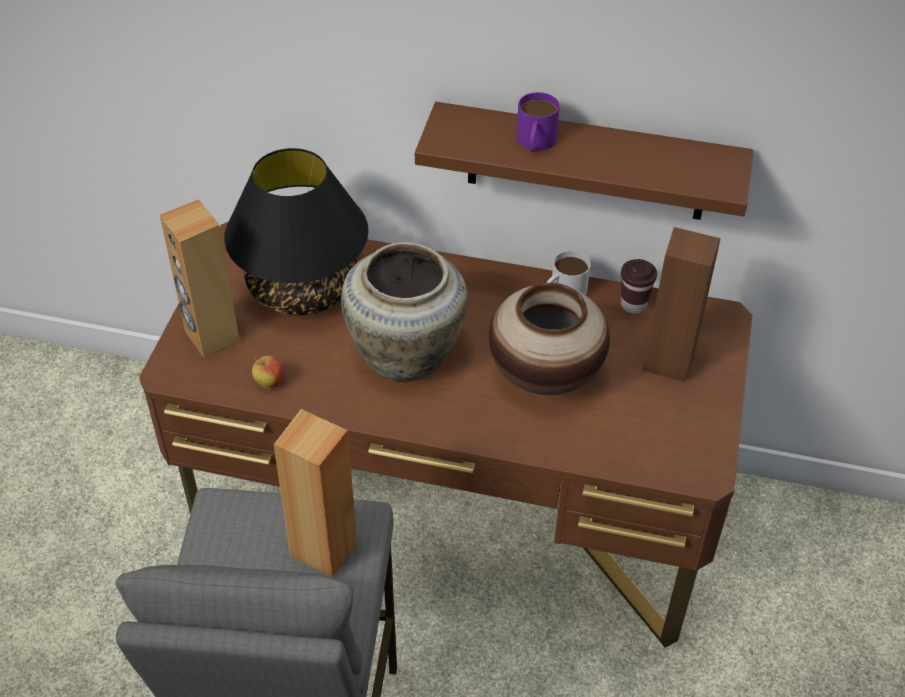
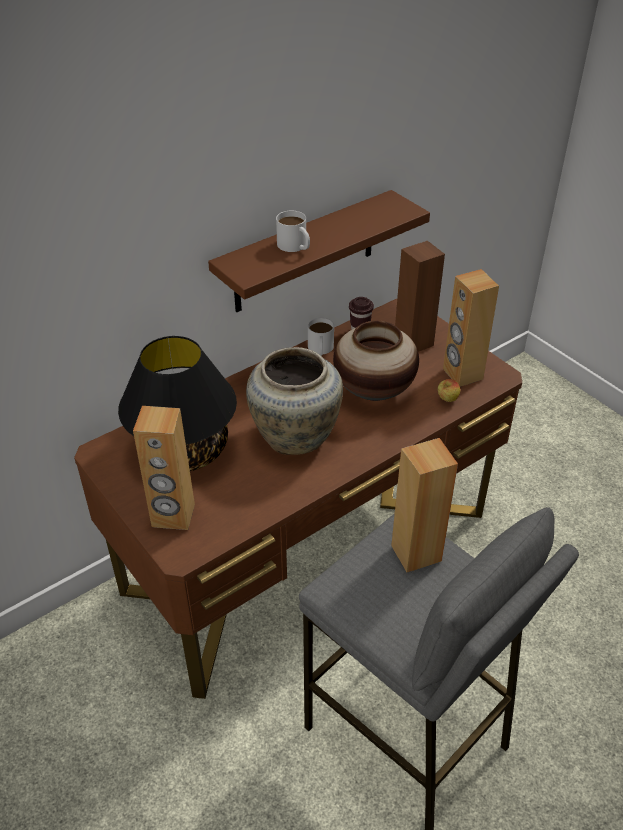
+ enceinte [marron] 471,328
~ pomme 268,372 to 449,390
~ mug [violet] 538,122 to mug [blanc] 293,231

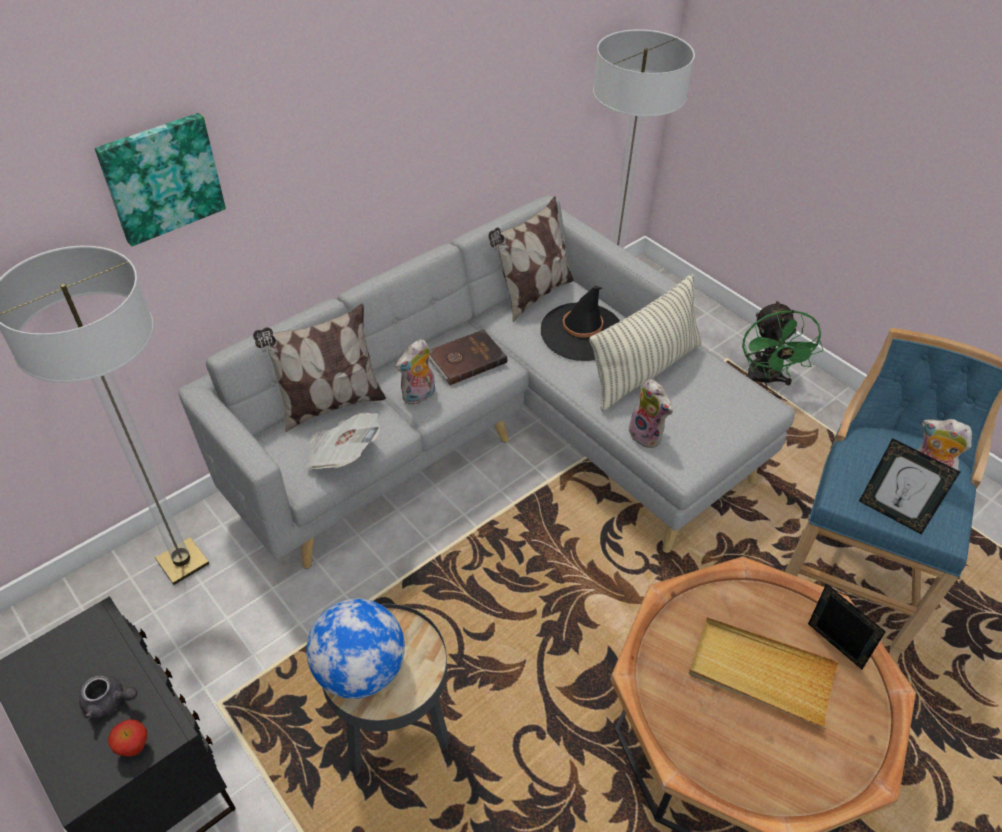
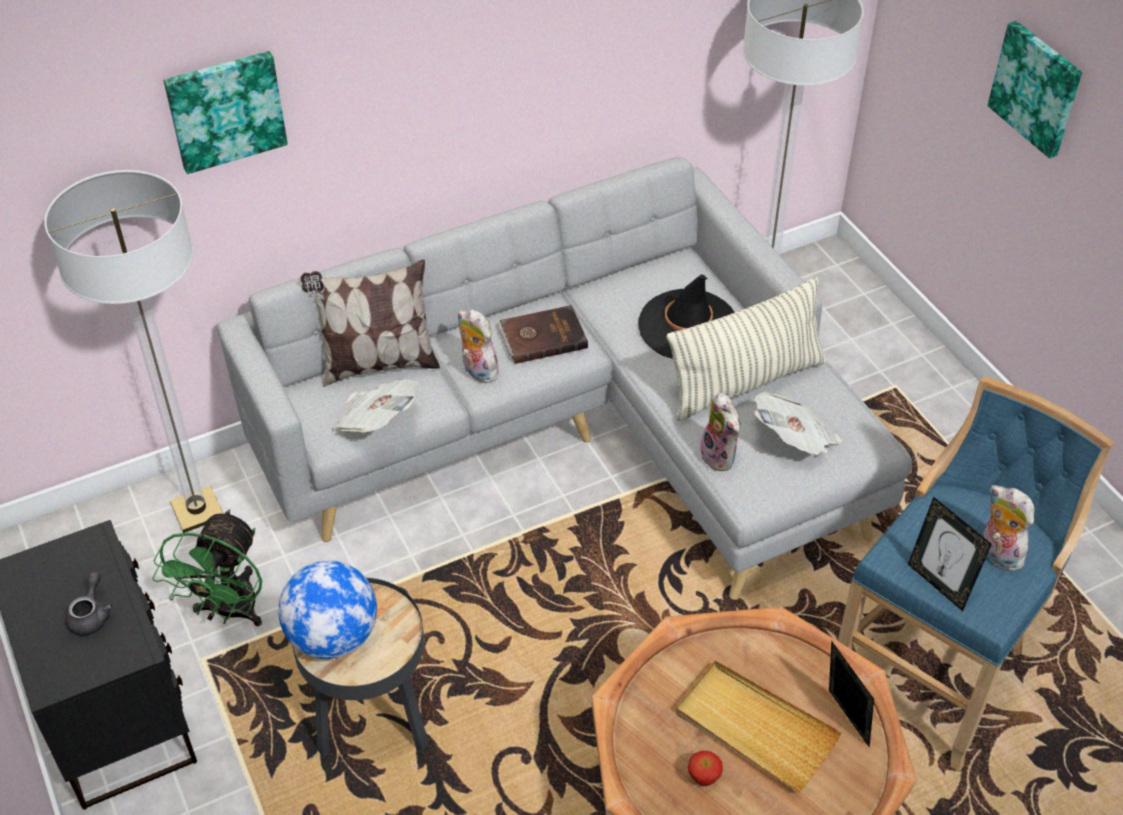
- coussin 531,259
+ journal 798,424
+ tableau 1034,90
~ pomme 127,738 to 705,768
~ ventilateur [vert] 783,344 to 207,568
~ théière [gris] 108,697 = 89,604 105 degrees counterclockwise
~ peluche 415,372 = 480,346 75 degrees clockwise

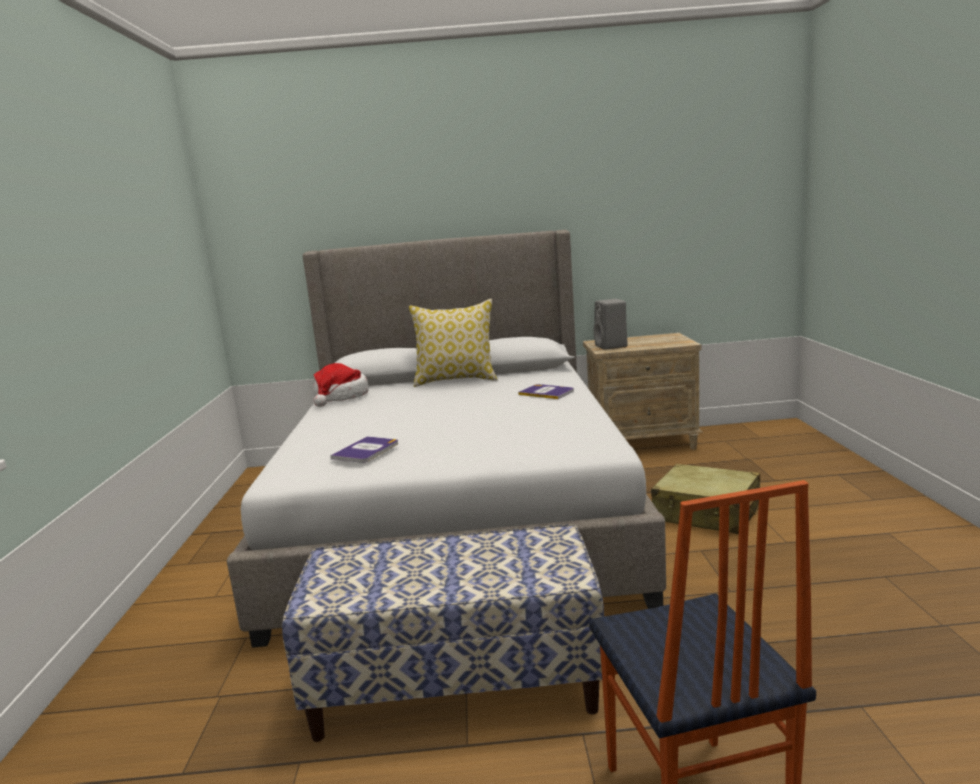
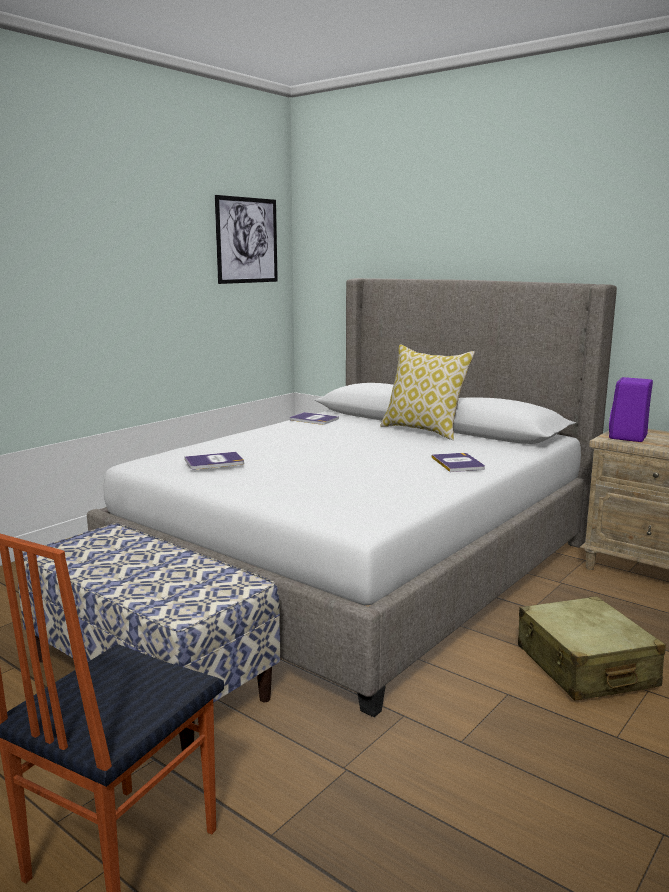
+ tableau 246,239
~ chapeau 341,385 to livre 314,418
~ enceinte [gris] 611,324 to enceinte [violet] 631,409

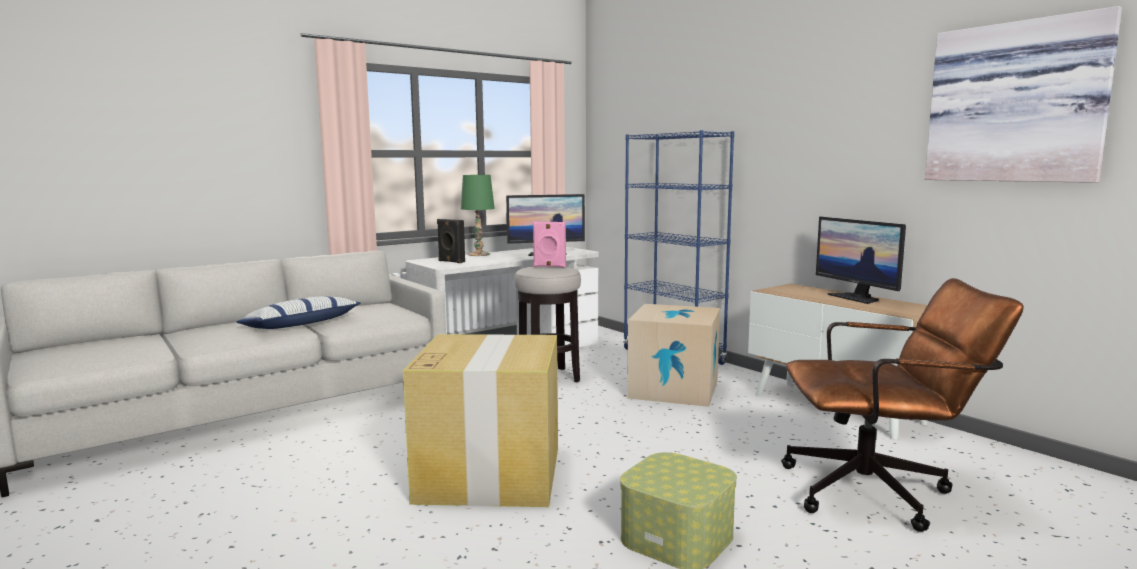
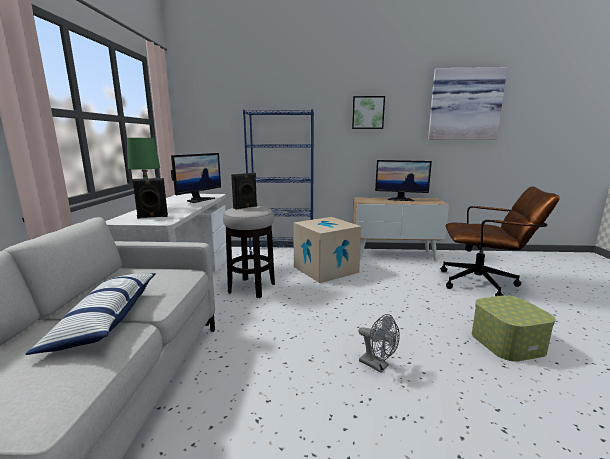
+ tableau 368,112
~ carton 480,420 to ventilateur [gris] 379,343
~ enceinte [rose] 549,244 to enceinte [noir] 244,191
~ chaise de bureau [marron] 902,405 = 500,241 60 degrees clockwise

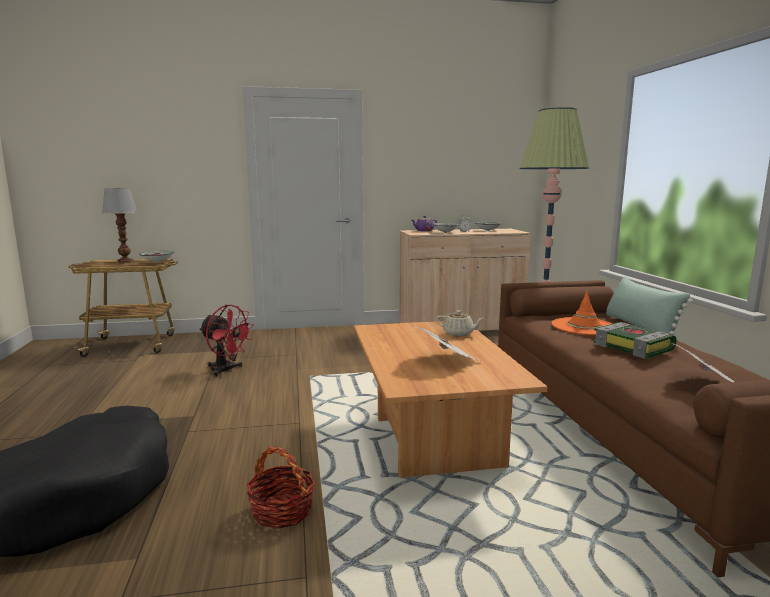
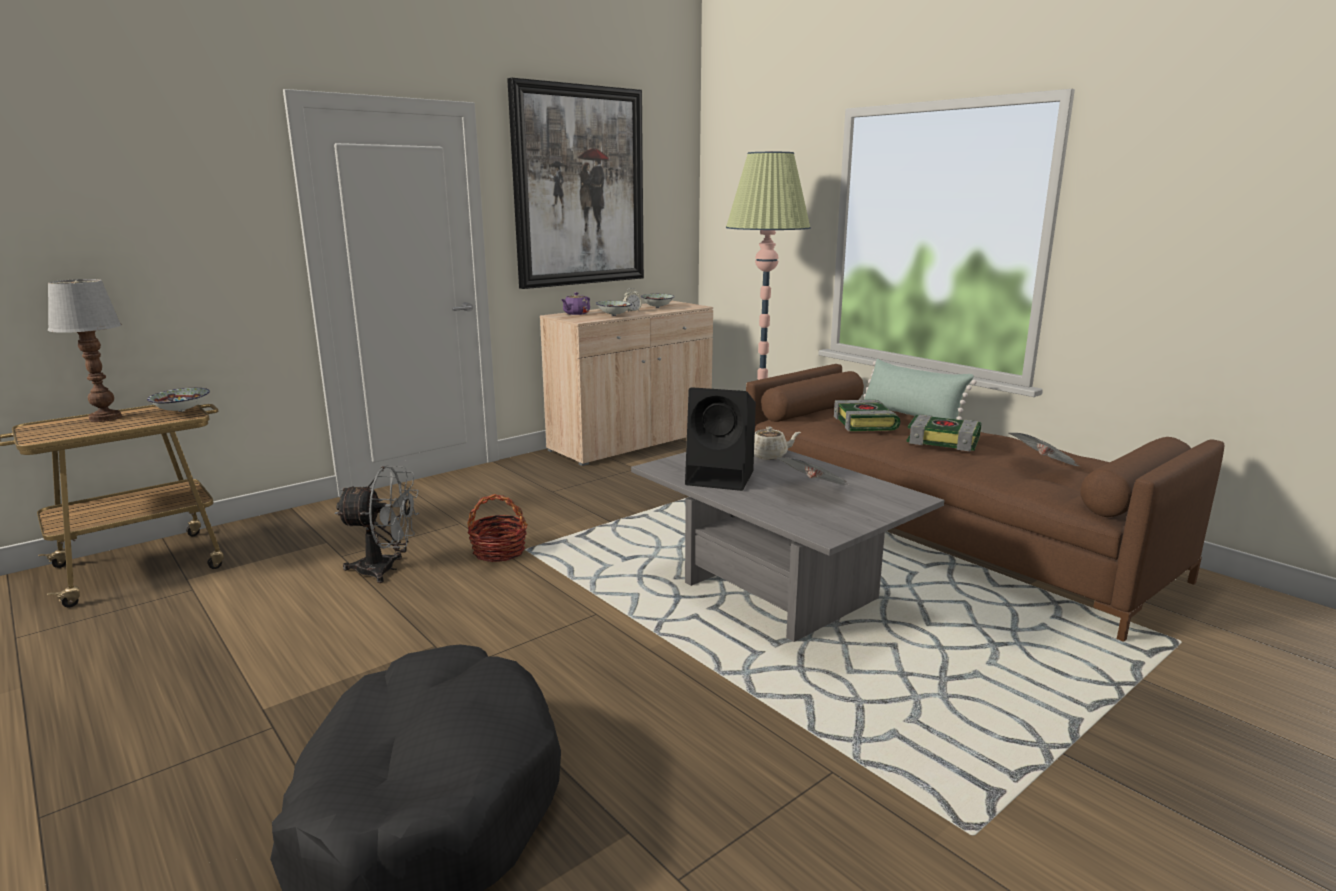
+ tableau 575,183
+ enceinte [noir] 720,439
~ panier 281,487 to 498,528
~ chapeau [orange] 582,313 to livre 867,415
~ ventilateur [rouge] 227,341 to ventilateur [gris] 377,524
~ table basse [marron] 450,399 to table basse [gris] 787,546

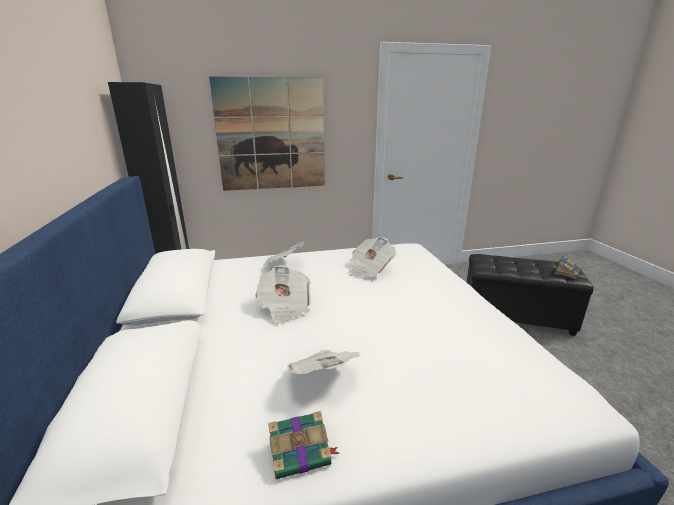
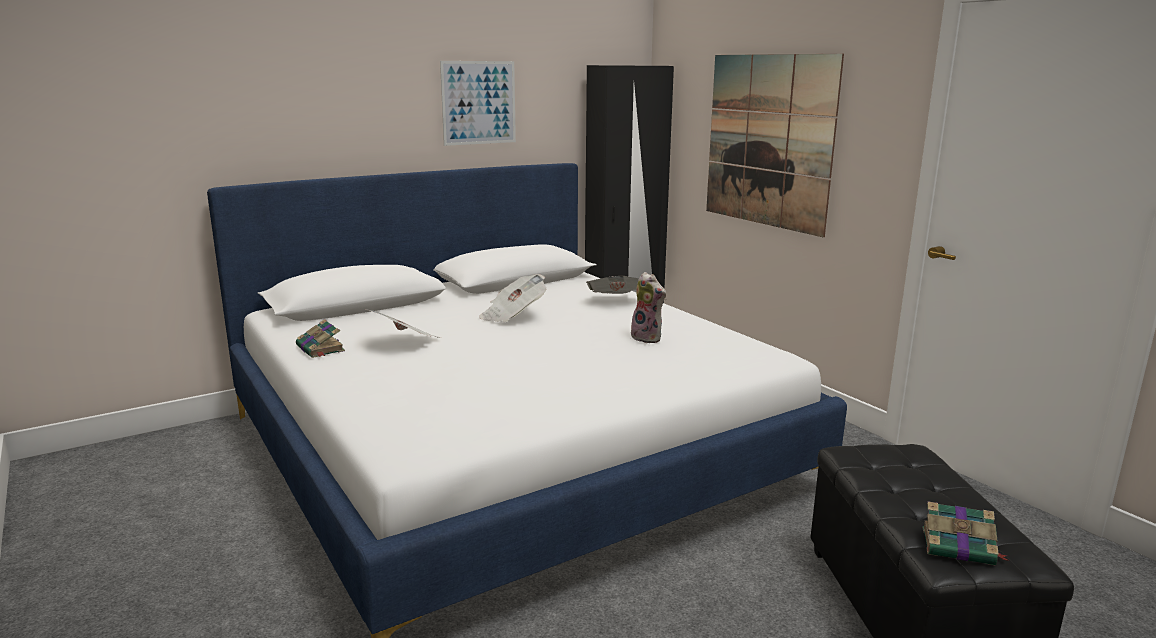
+ tableau 478,103
~ journal 372,257 to peluche 648,307

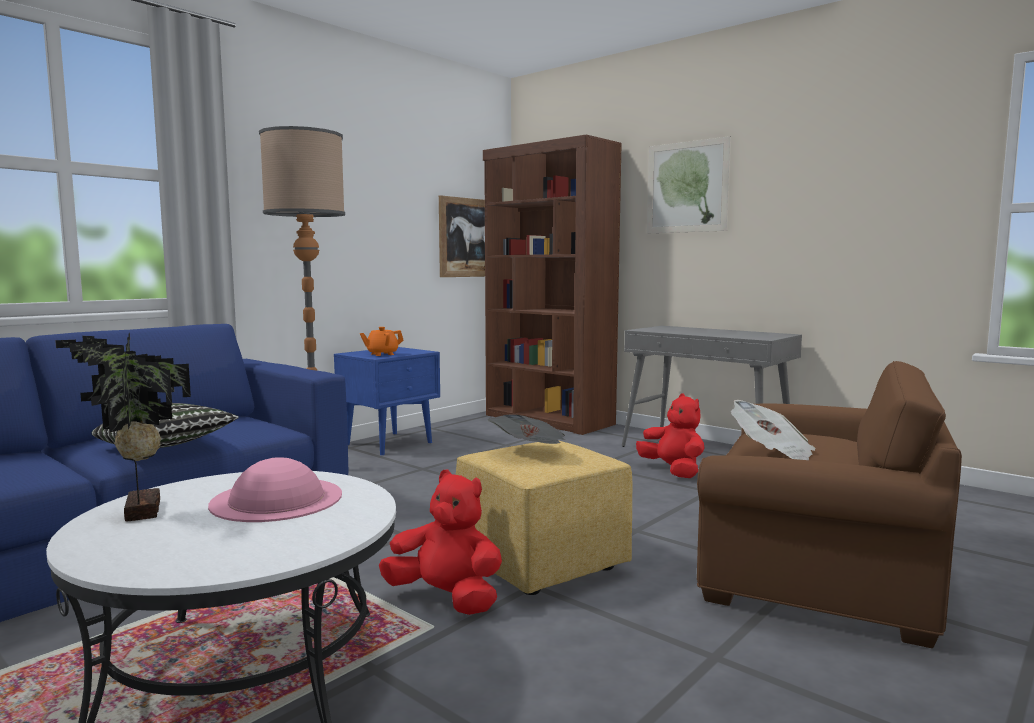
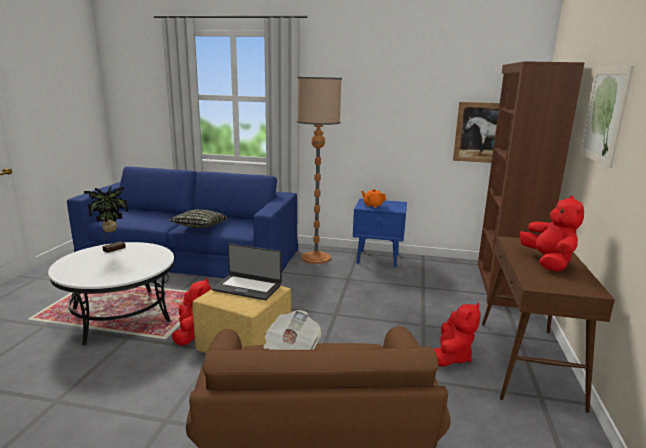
- chapeau [rose] 275,489
+ peluche [rouge] 552,234
~ journal 526,429 to ordinateur portable 247,271
~ table console [gris] 712,386 to table console [marron] 548,324

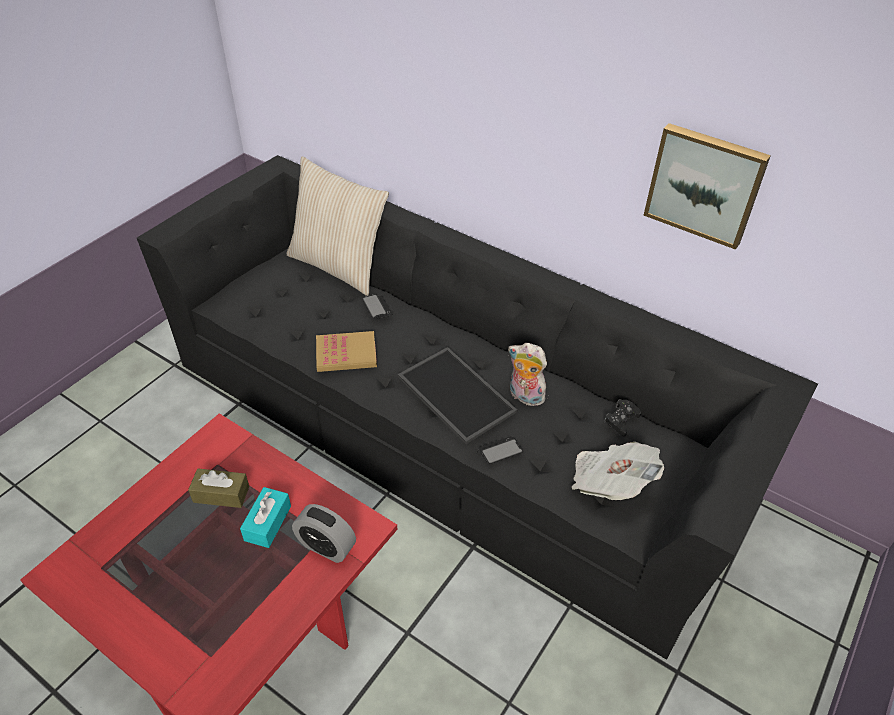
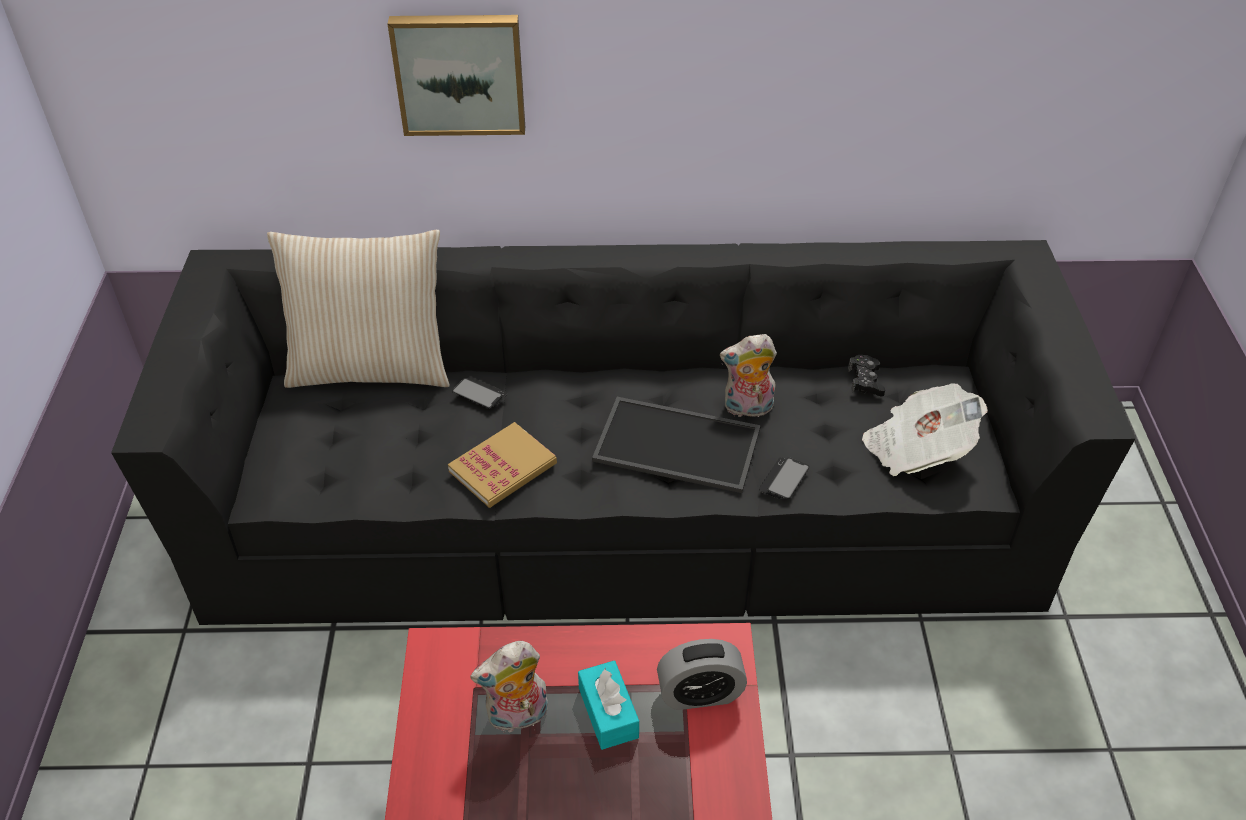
~ tableau 707,186 to 456,75
~ boîte à mouchoirs [marron] 218,488 to peluche 509,686

